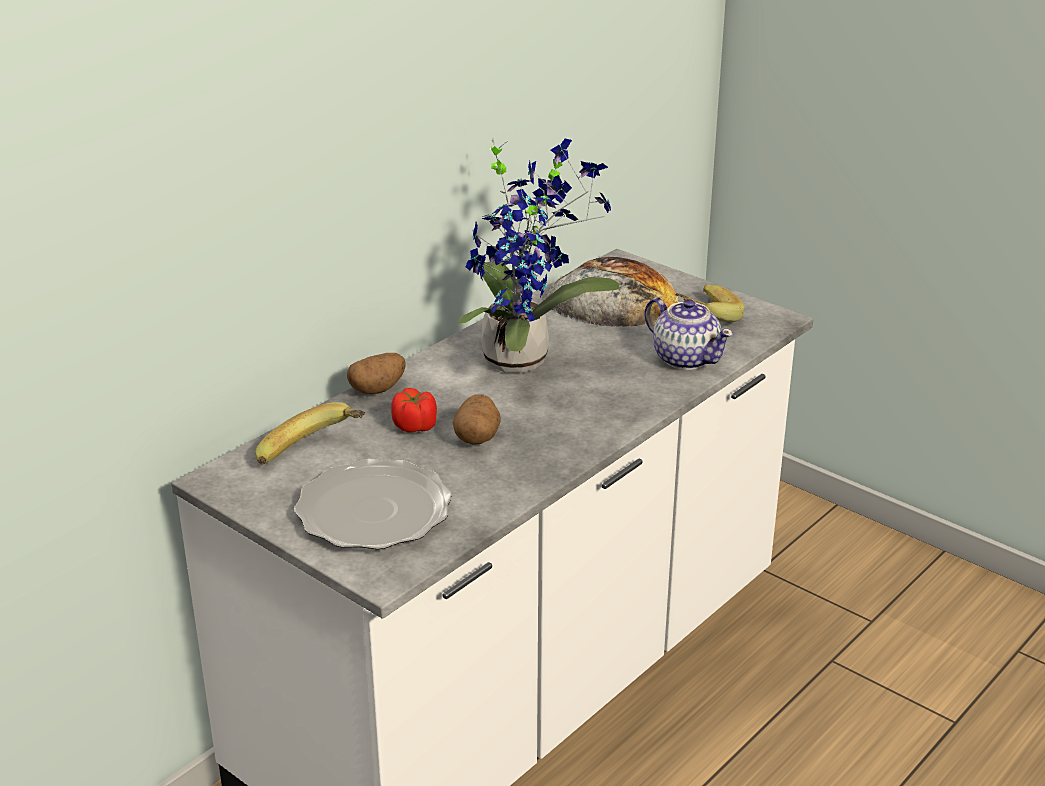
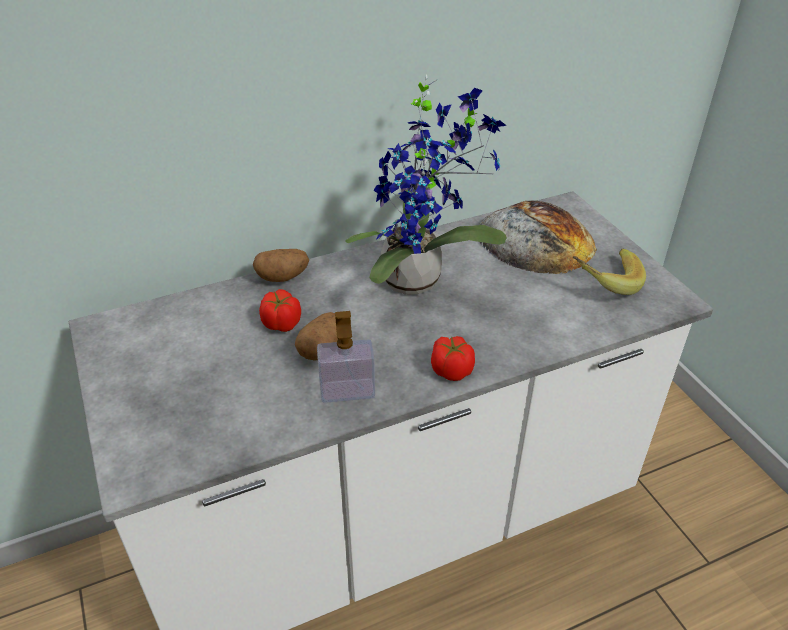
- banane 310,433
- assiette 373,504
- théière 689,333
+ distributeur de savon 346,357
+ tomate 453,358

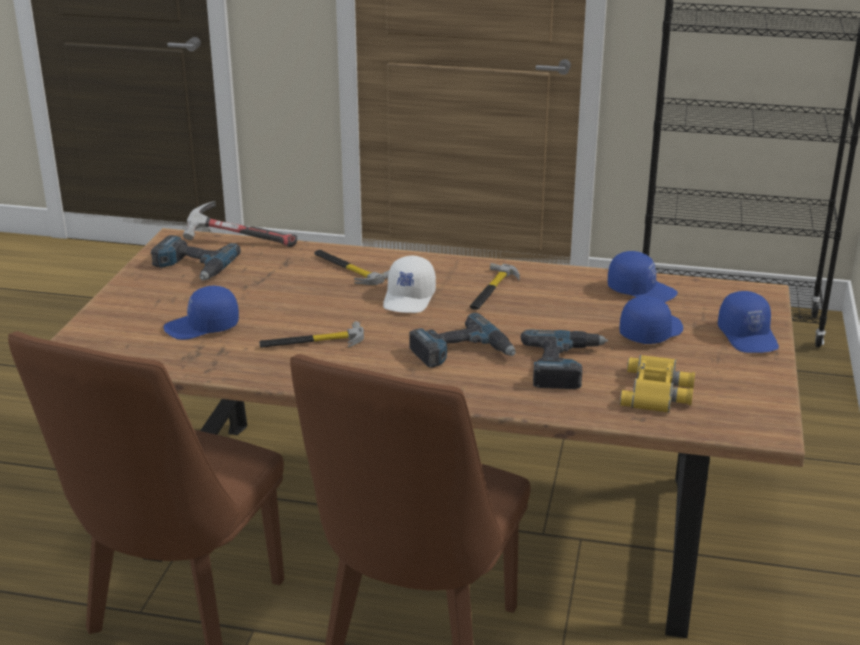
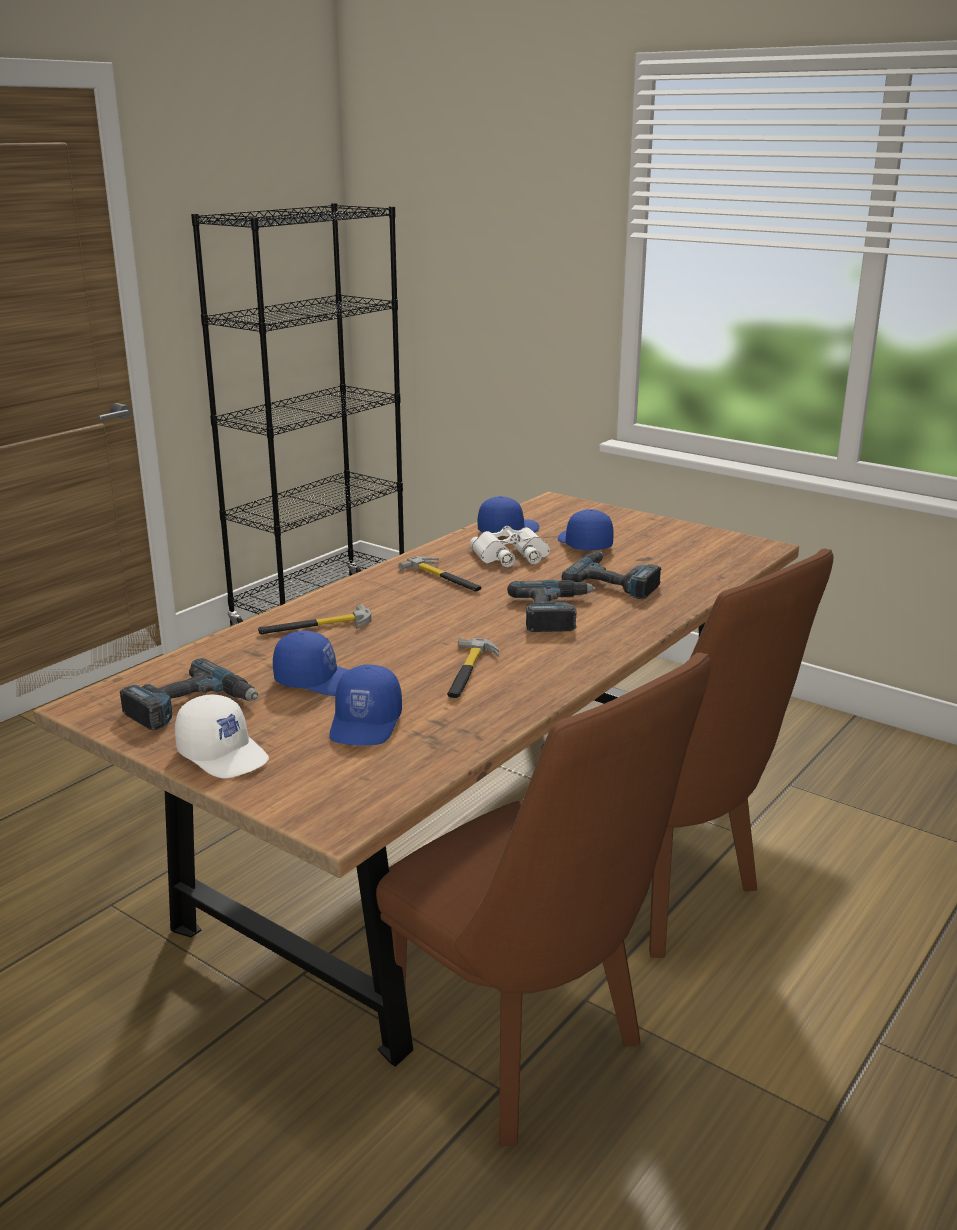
- marteau 240,224
- jumelles [jaune] 657,384
+ jumelles [blanc] 510,546
~ casquette [blanc] 409,284 to 222,736
~ casquette [bleu] 748,322 to 310,663

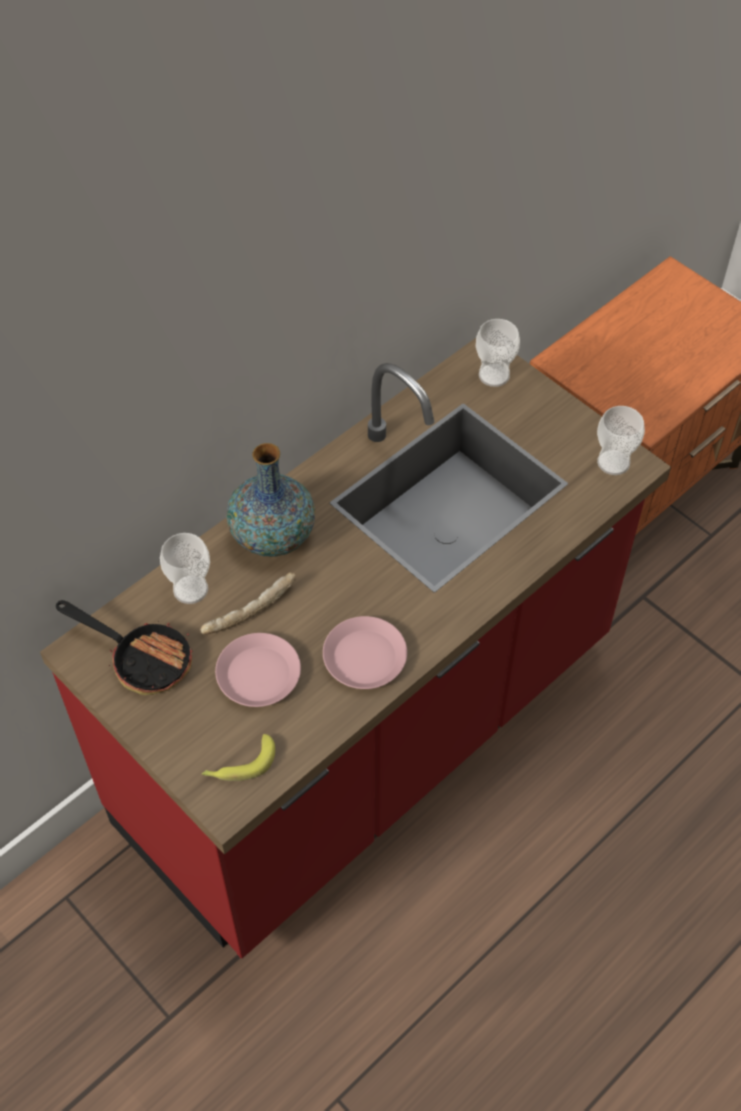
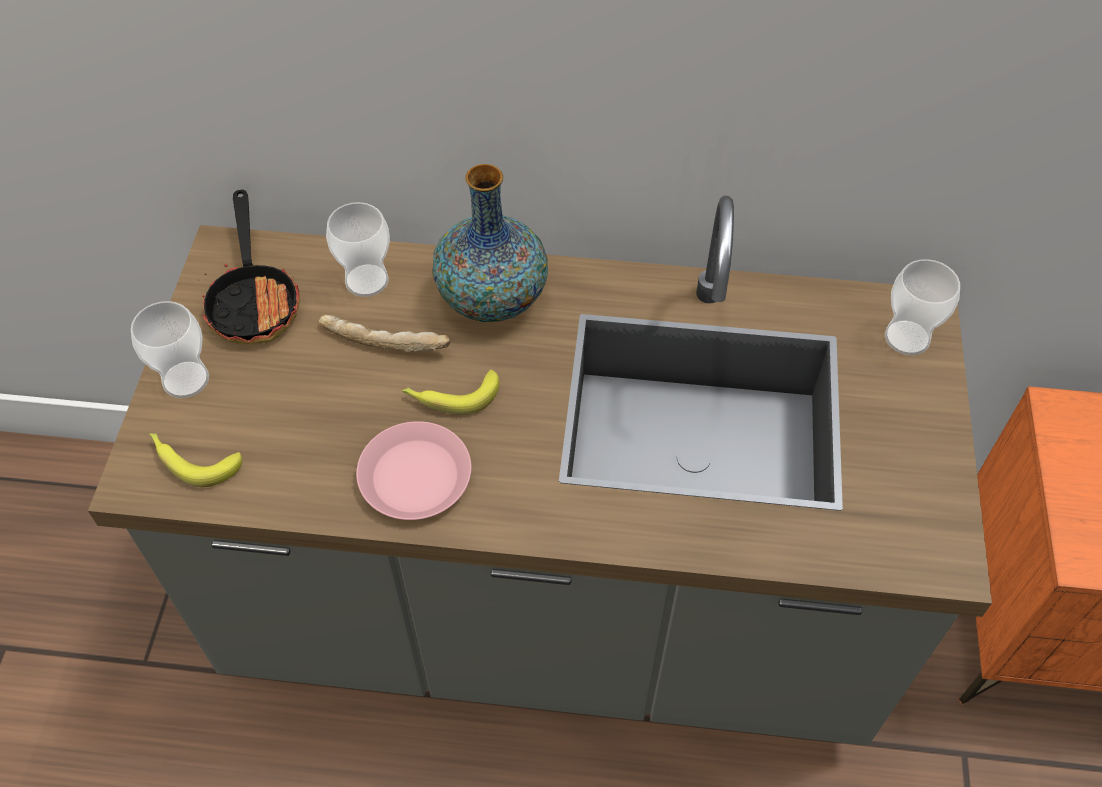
- assiette [rose] 258,670
+ banane 450,392
~ tasse 621,440 to 170,349
~ comptoir de cuisine [rouge] 355,648 to comptoir de cuisine [gris] 540,471

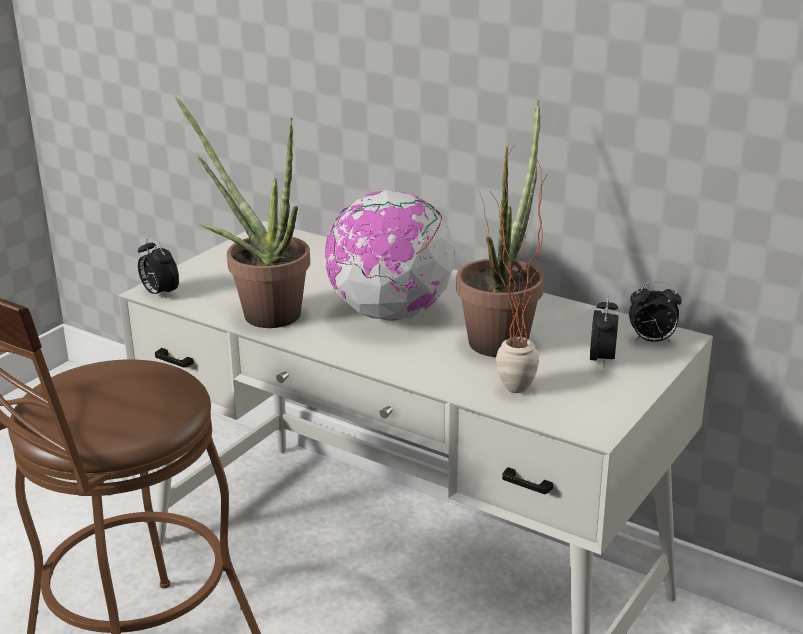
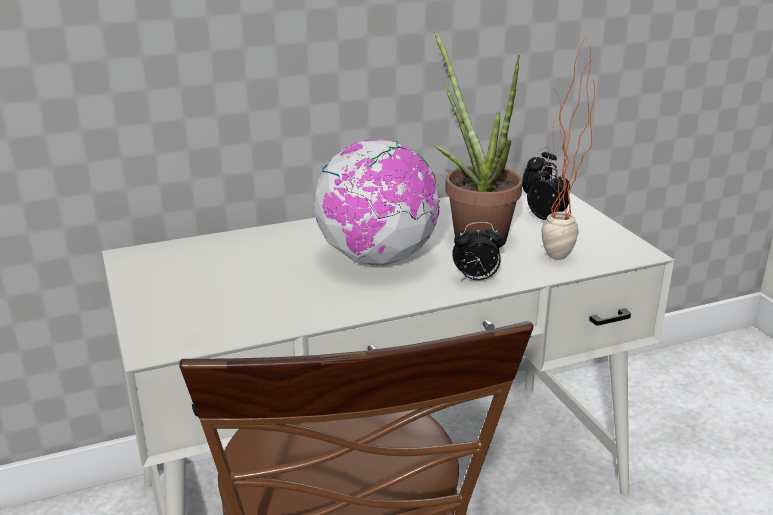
- plante en pot 242,212
~ réveil 158,268 to 477,252

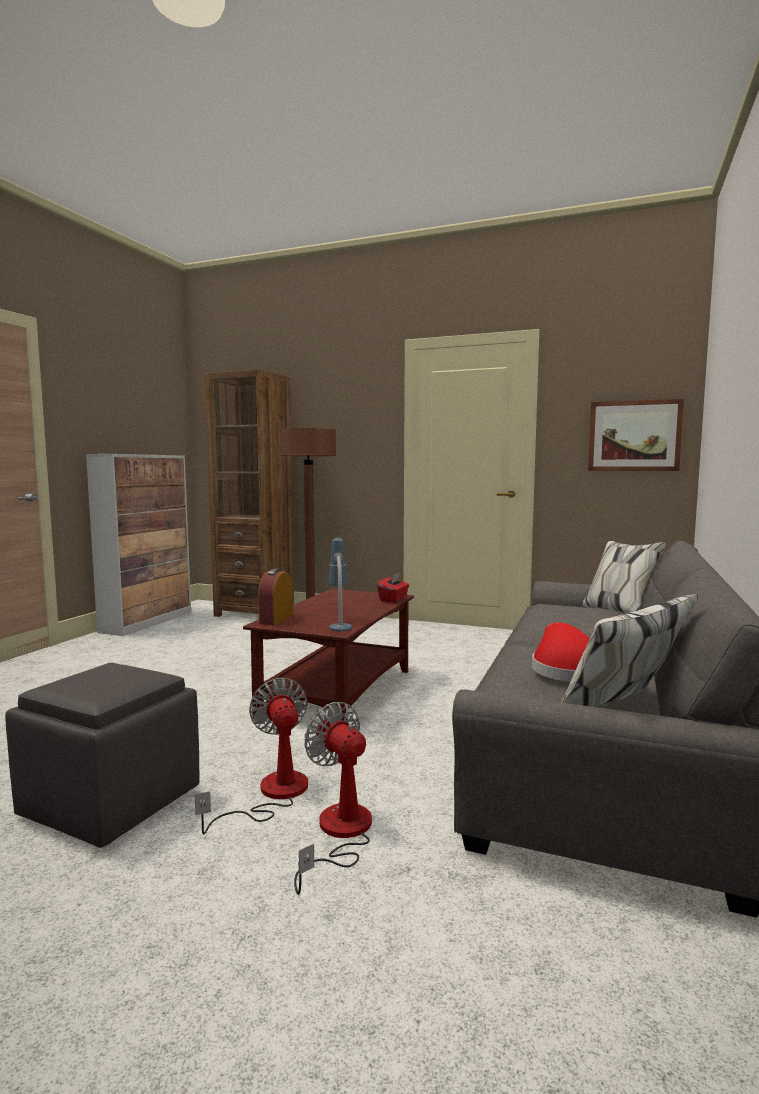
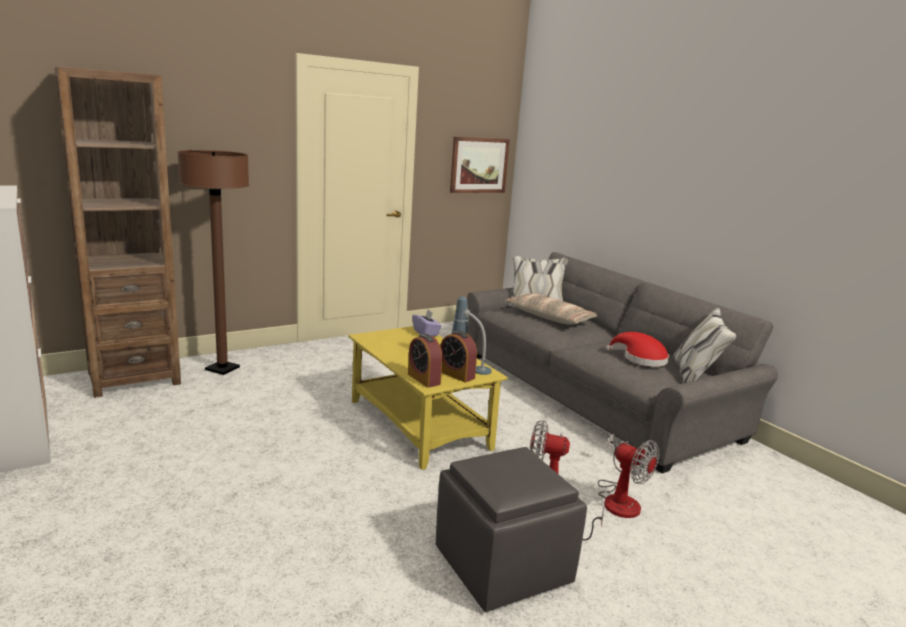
+ réveil 458,356
+ coussin 551,309
~ table basse [marron] 328,655 to table basse [jaune] 428,398
~ boîte à mouchoirs [rouge] 393,588 to boîte à mouchoirs [violet] 426,323
~ ventilateur 333,798 = 628,475 135 degrees counterclockwise

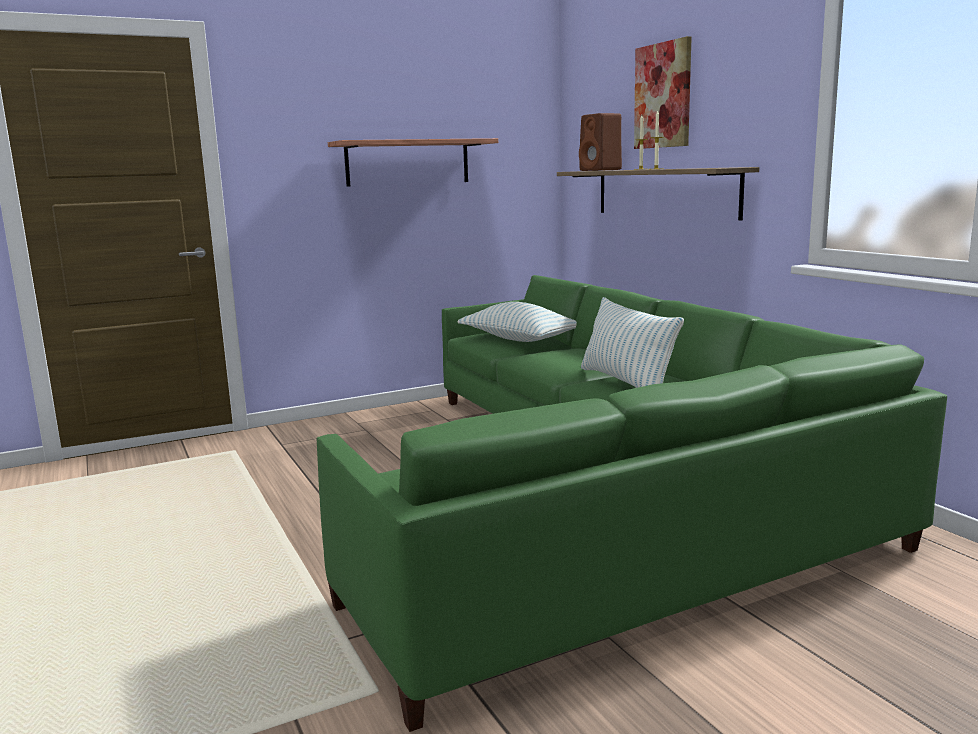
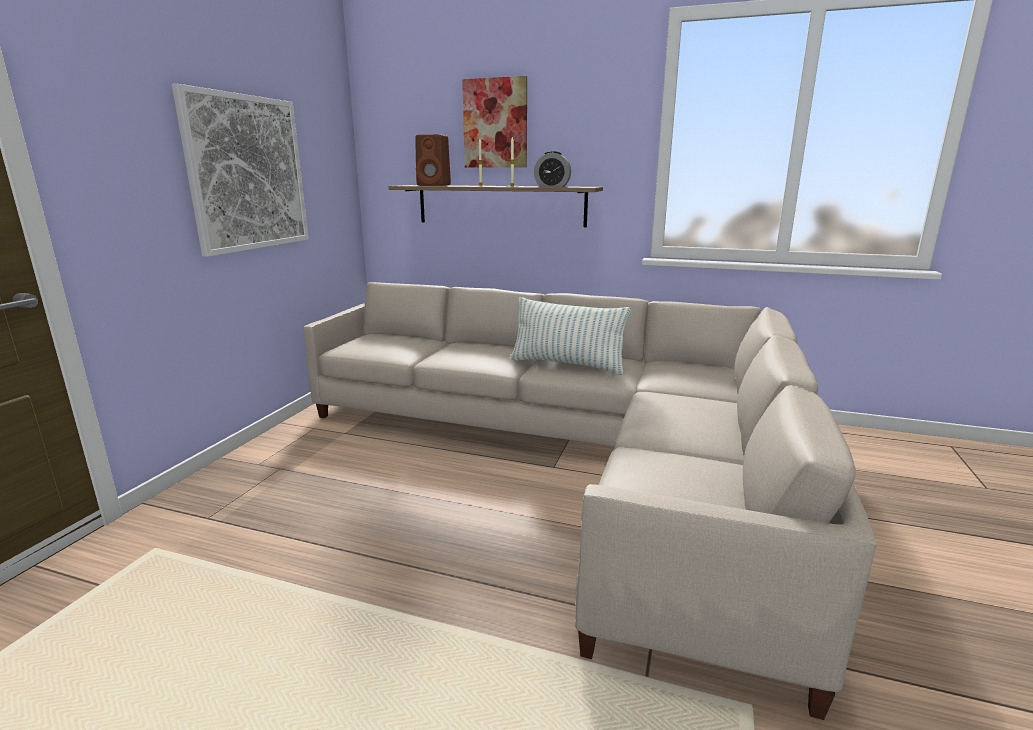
- coussin 517,322
+ réveil 552,169
~ étagère 413,162 to tableau 240,170
~ canapé [vert] 632,503 to canapé [beige] 590,501

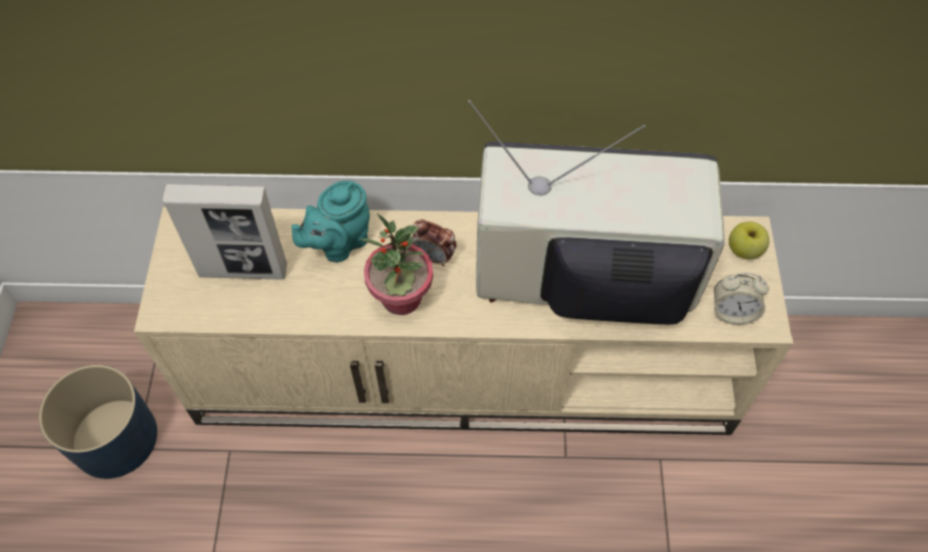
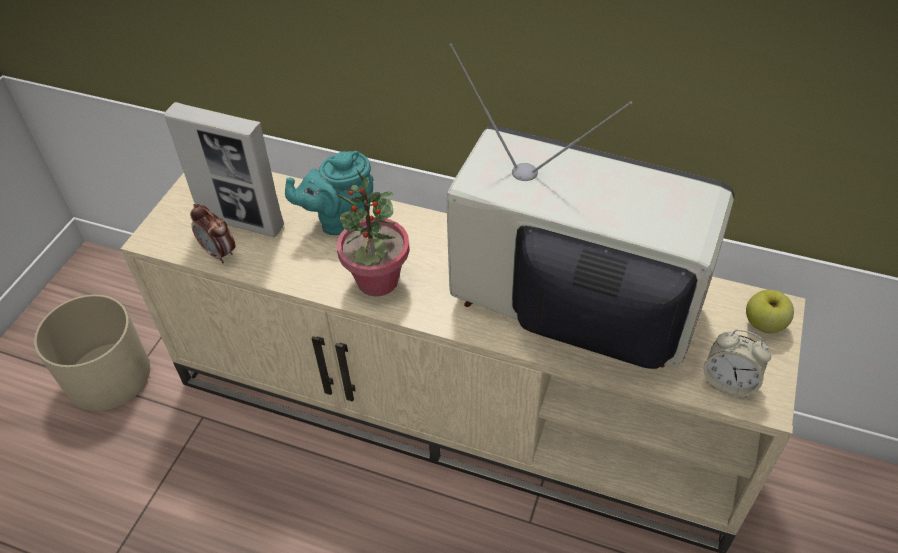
~ réveil 434,243 to 212,233
~ cache-pot [bleu] 98,422 to cache-pot [beige] 92,352

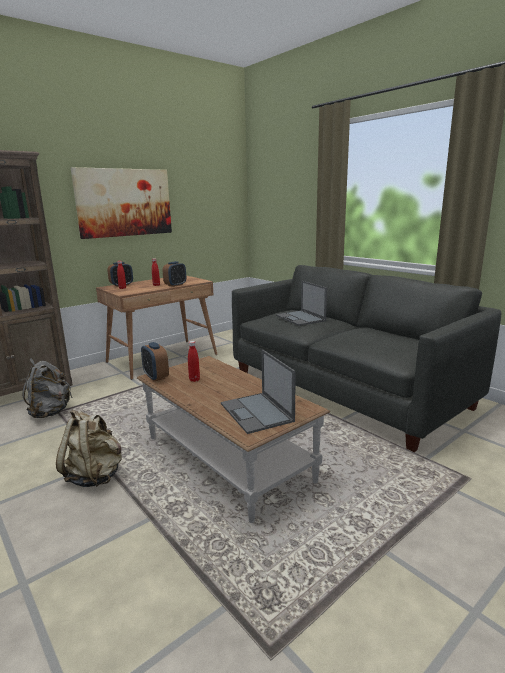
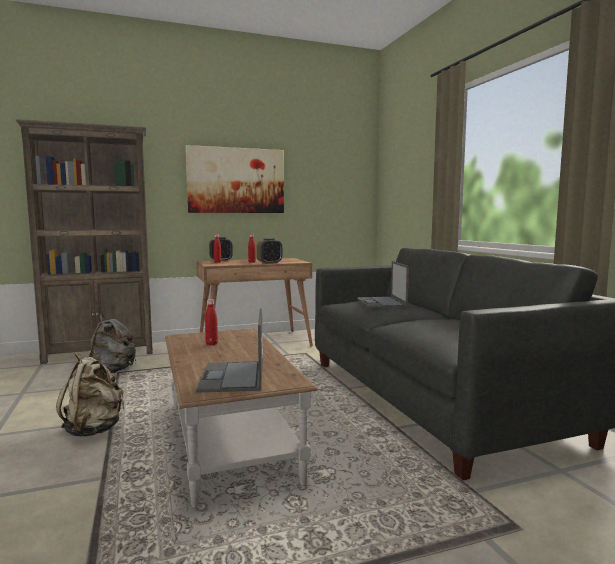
- réveil 155,361

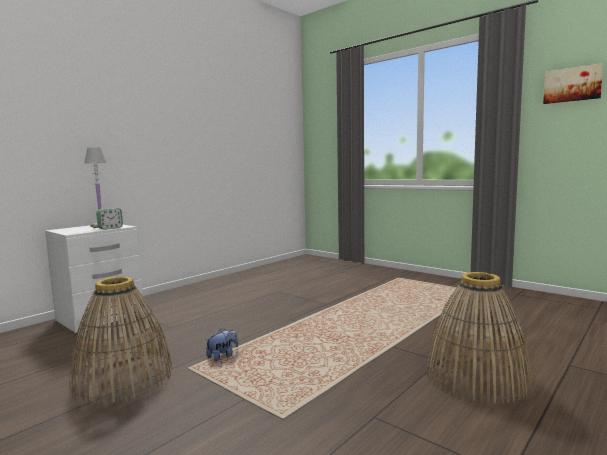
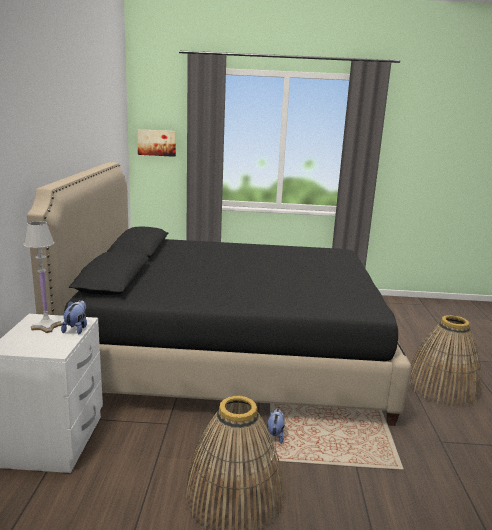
+ lit [noir] 219,294
~ tableau 573,83 to 156,143
~ réveil 109,219 to peluche 74,317

